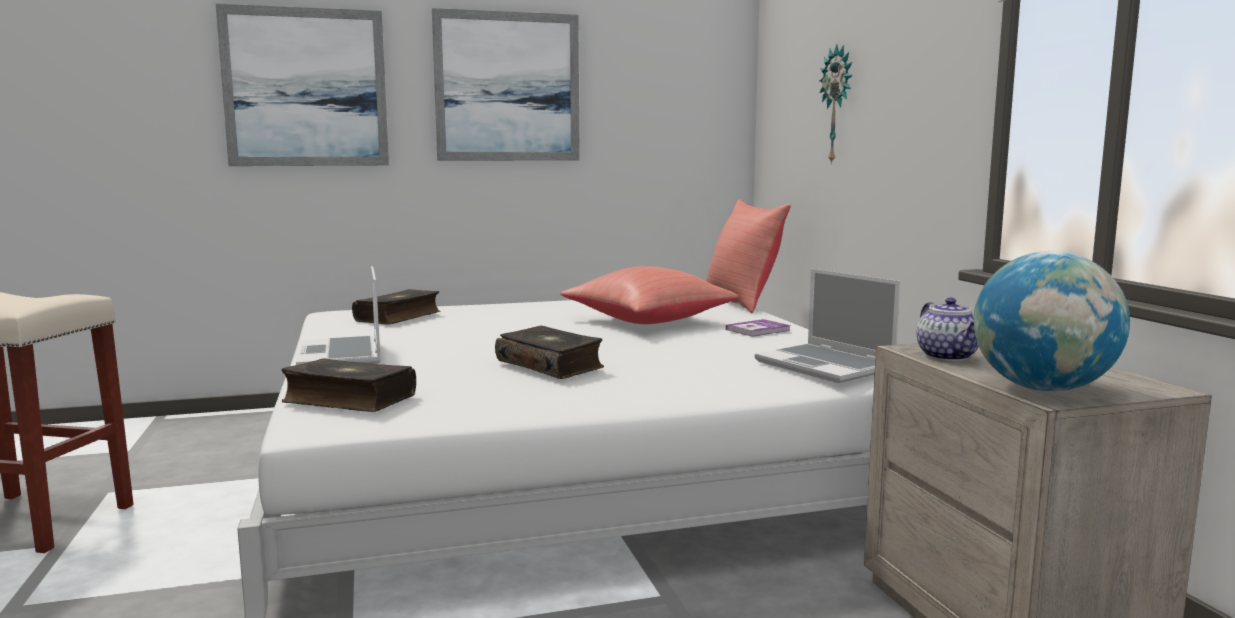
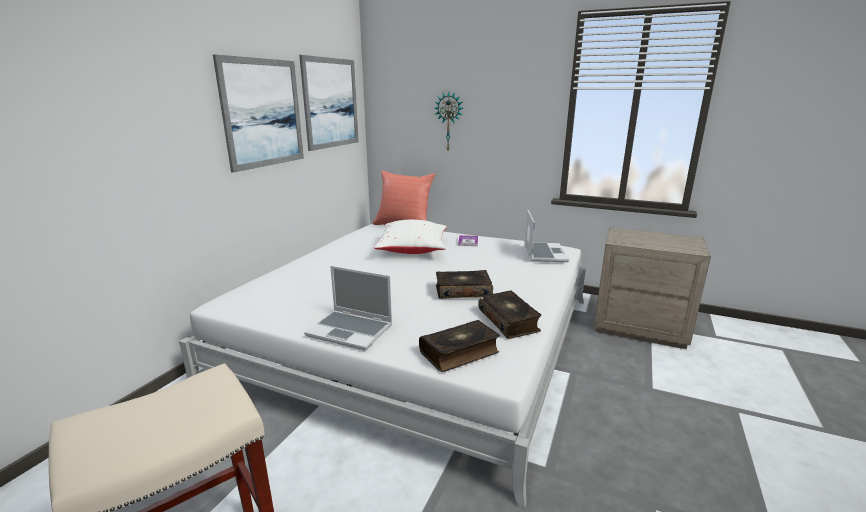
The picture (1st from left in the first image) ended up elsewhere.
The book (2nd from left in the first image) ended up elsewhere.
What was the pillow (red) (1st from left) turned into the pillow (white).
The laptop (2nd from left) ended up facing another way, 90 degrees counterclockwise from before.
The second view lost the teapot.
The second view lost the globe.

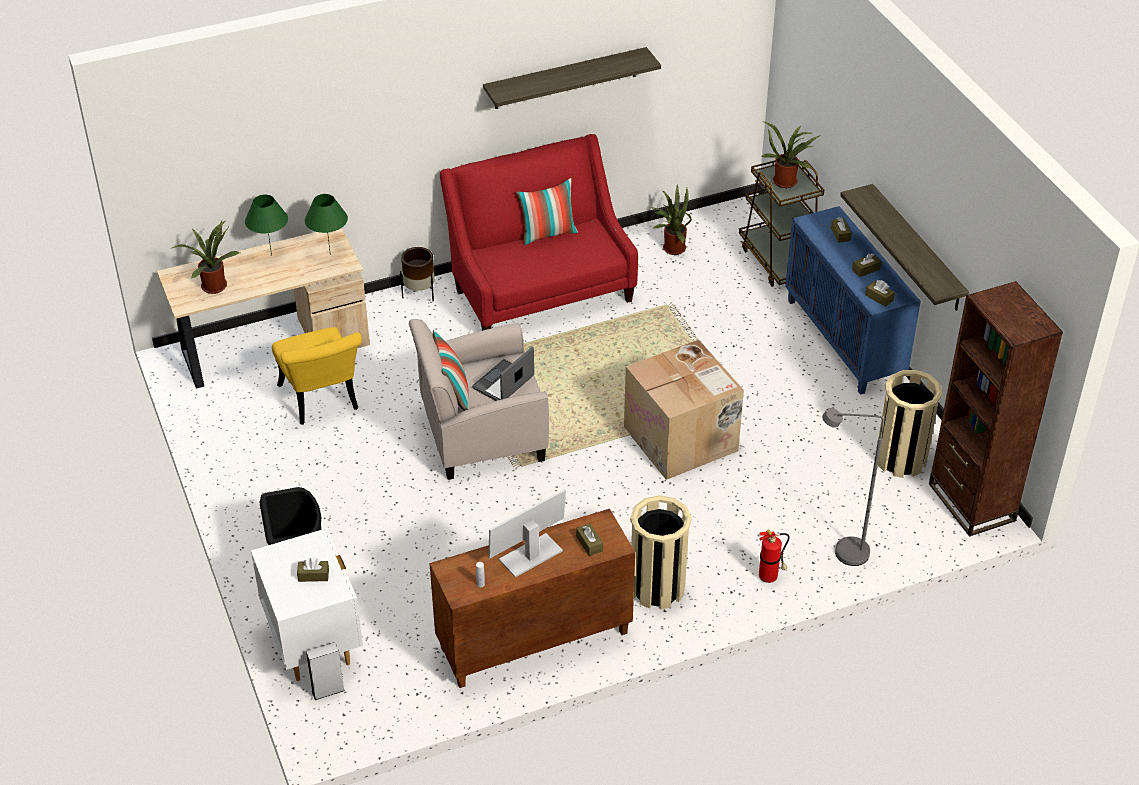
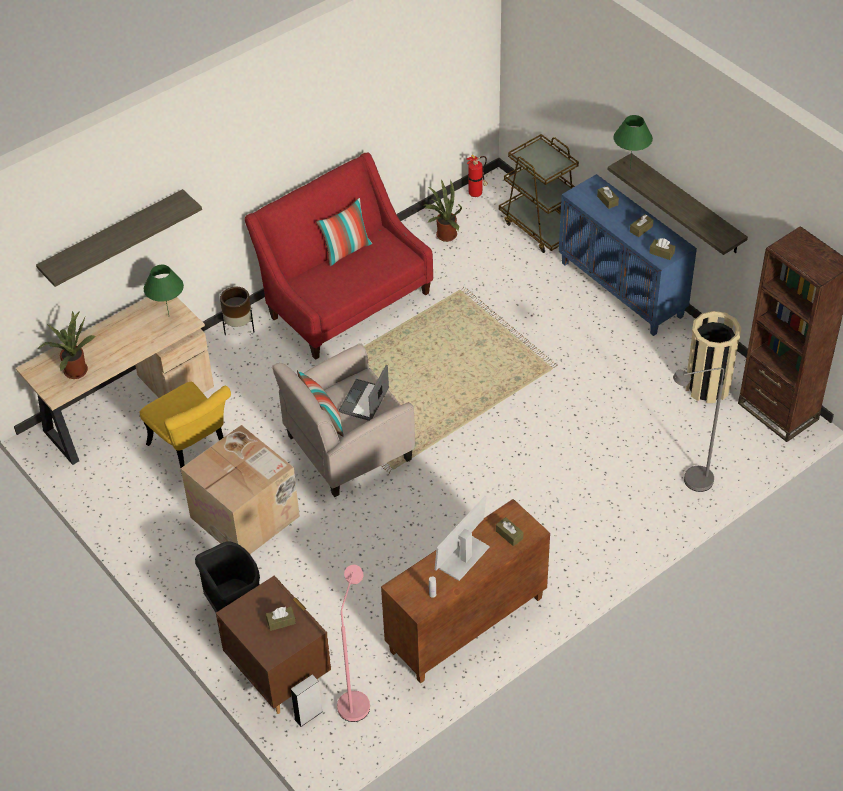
The table lamp (green) (1st from left in the first image) ended up elsewhere.
What was the nightstand (white) turned into the nightstand (brown).
The shelf (1st from left) ended up elsewhere.
The cardboard box ended up elsewhere.
The second view lost the trash can (beige) (1st from left).
The fire extinguisher ended up elsewhere.
The second view lost the potted plant (3rd from left).
The second view gained the floor lamp (pink).

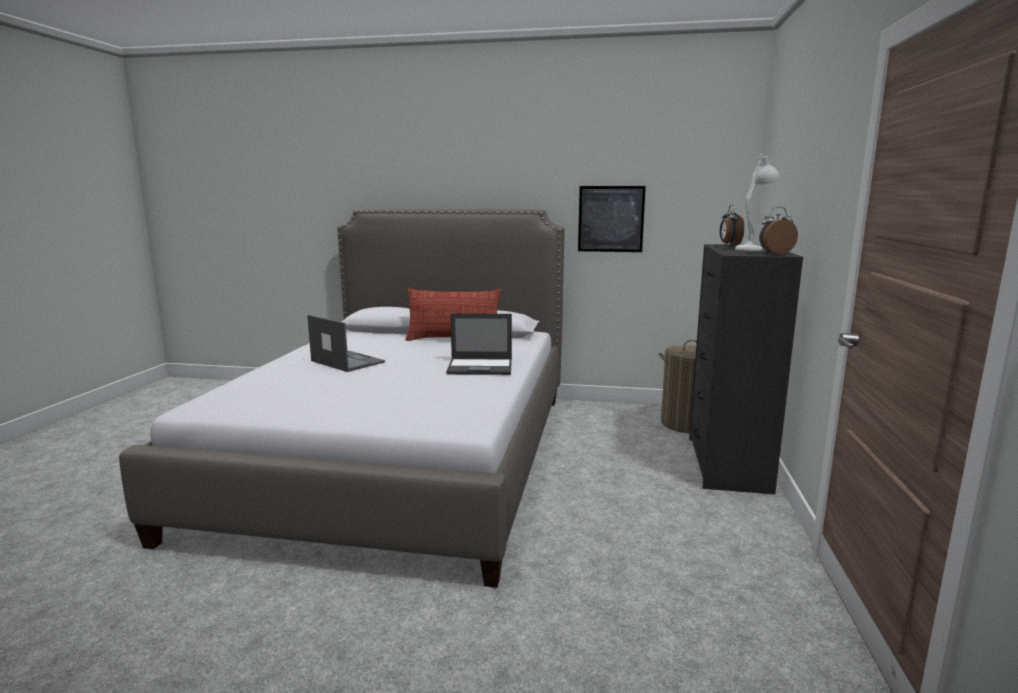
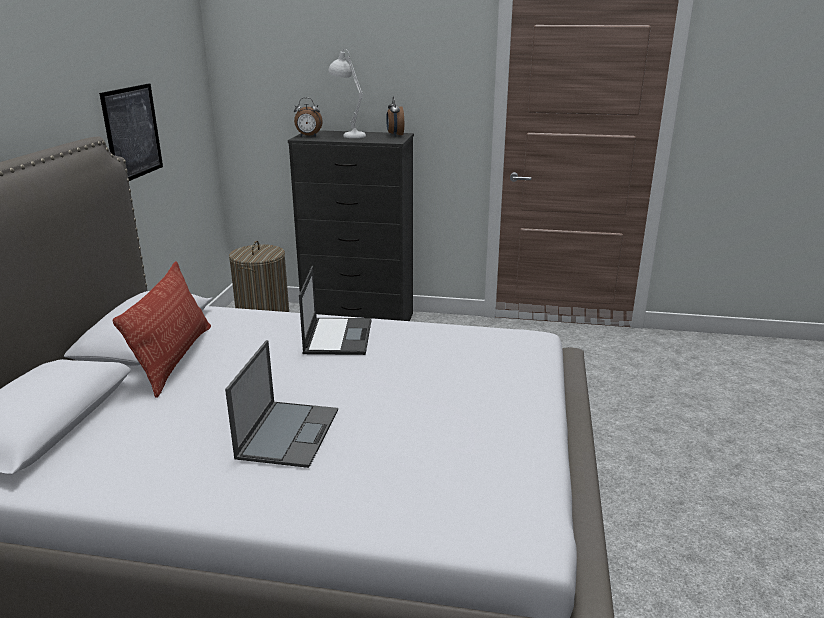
The laptop (1st from left) ended up facing another way, 150 degrees clockwise from before.

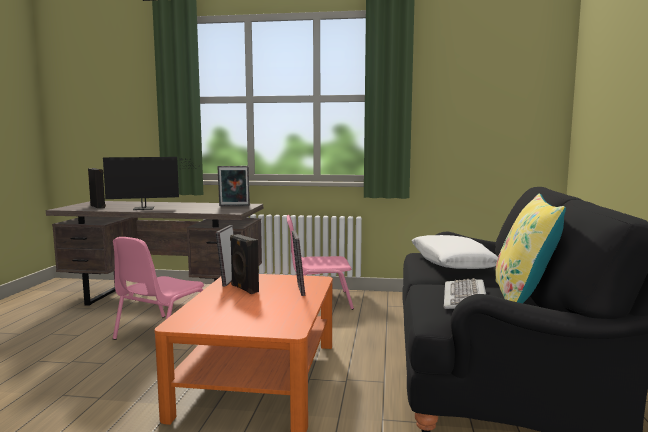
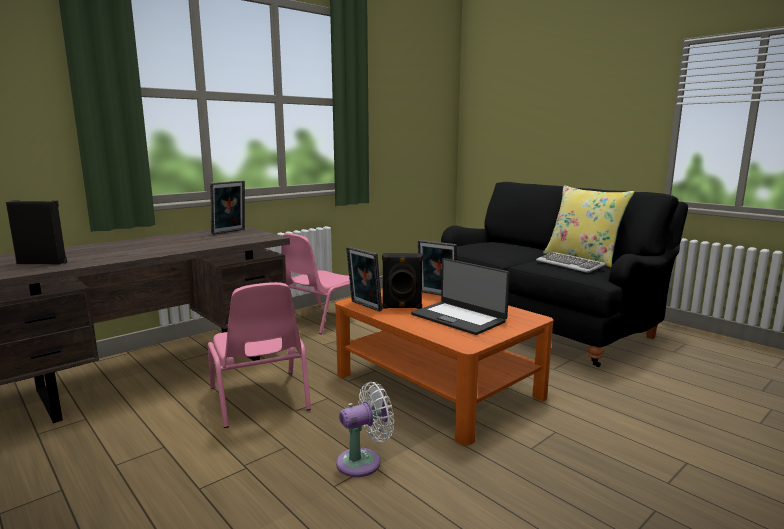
The second view lost the monitor.
The second view lost the pillow (white).
The second view gained the fan (white).
The second view gained the laptop.

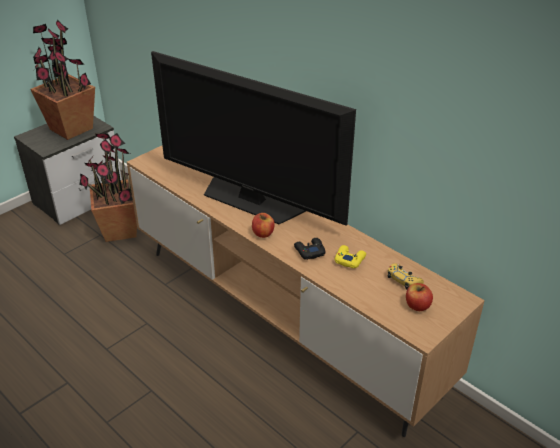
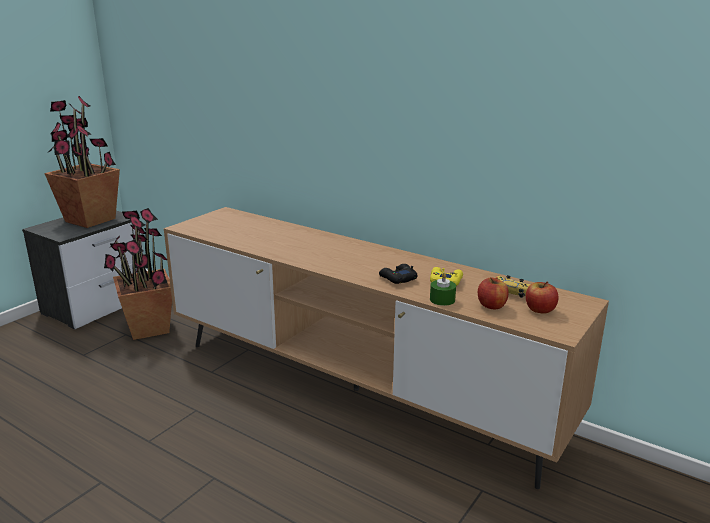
The second view lost the television.
The apple (1st from left) ended up elsewhere.
The second view gained the candle (green).

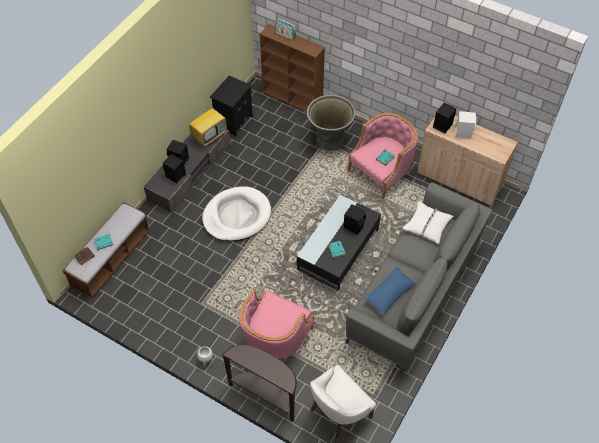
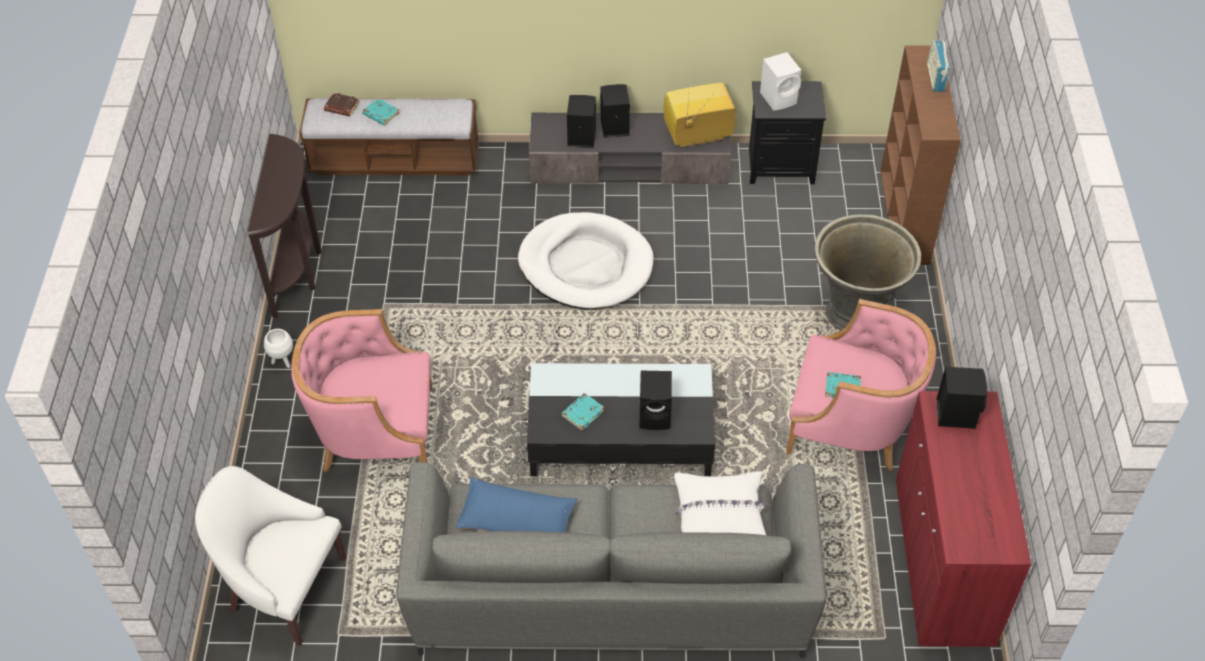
The television ended up facing another way, 150 degrees clockwise from before.
The console table (brown) ended up elsewhere.
What was the cabinet (beige) turned into the cabinet (red).
The speaker (white) ended up elsewhere.

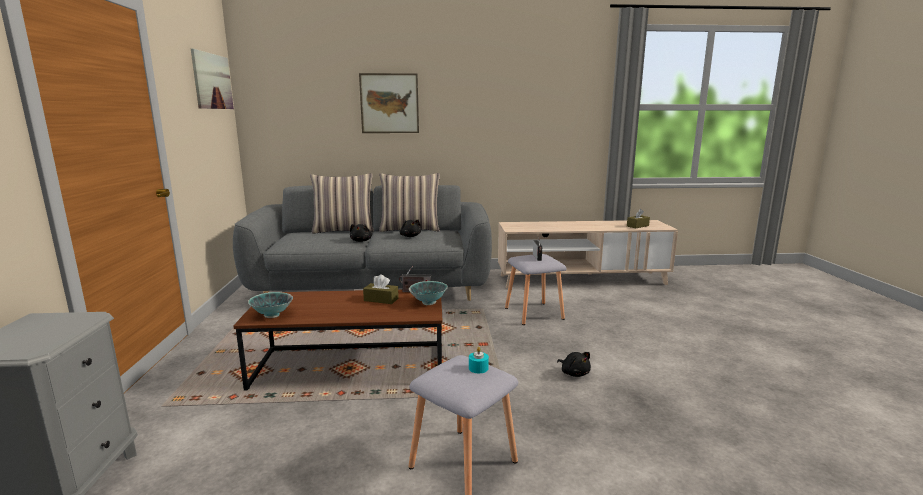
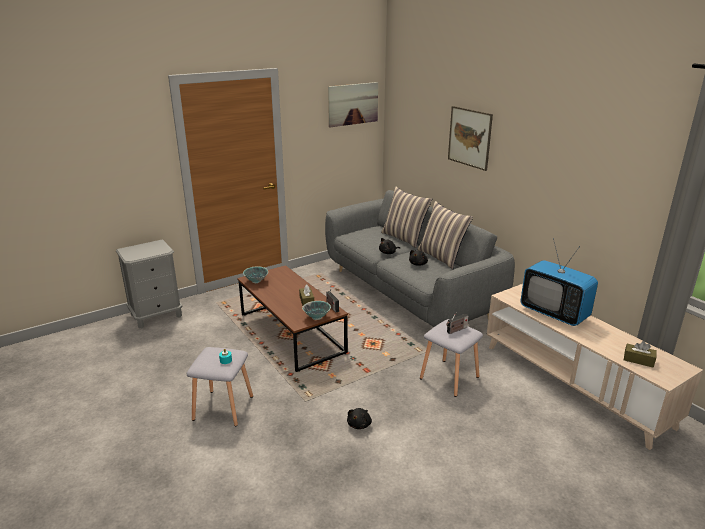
The second view gained the television.

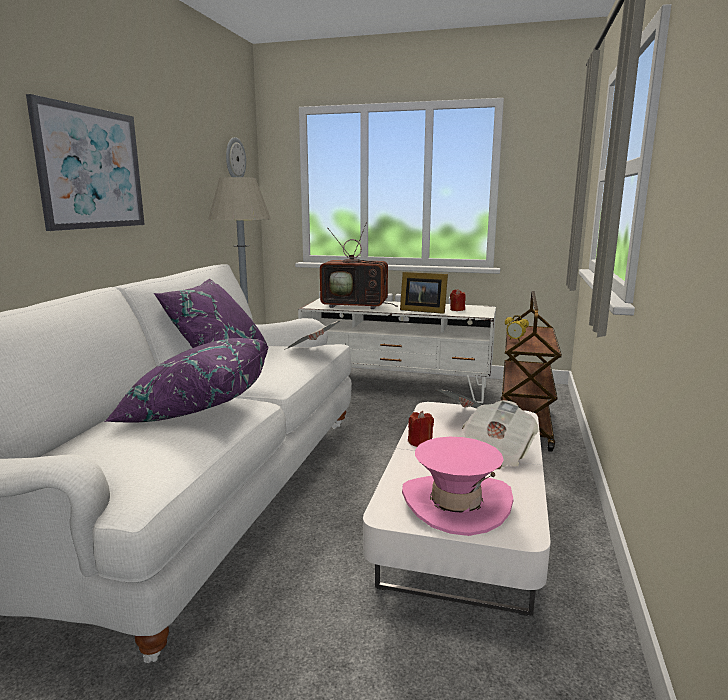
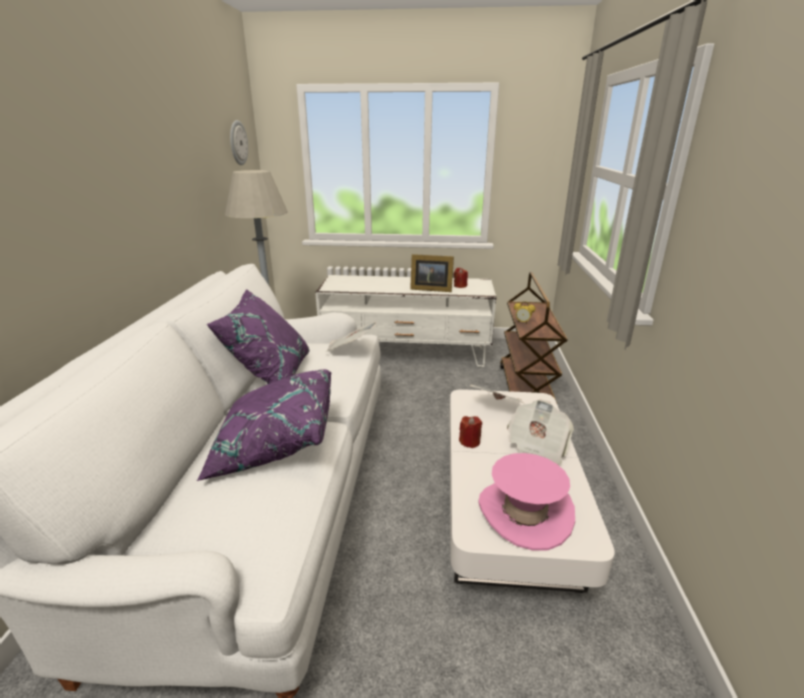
The second view lost the picture.
The second view lost the television.

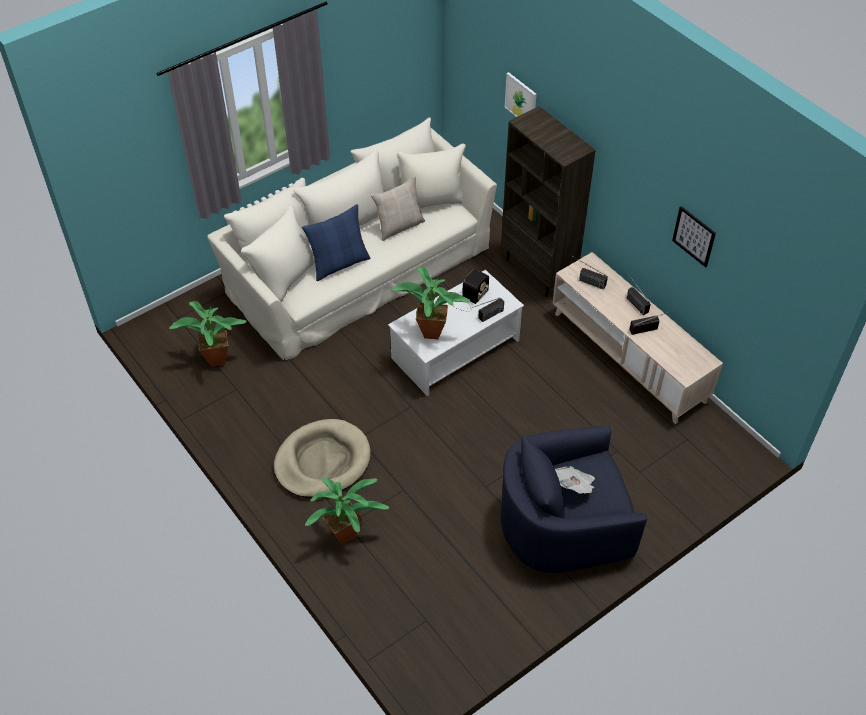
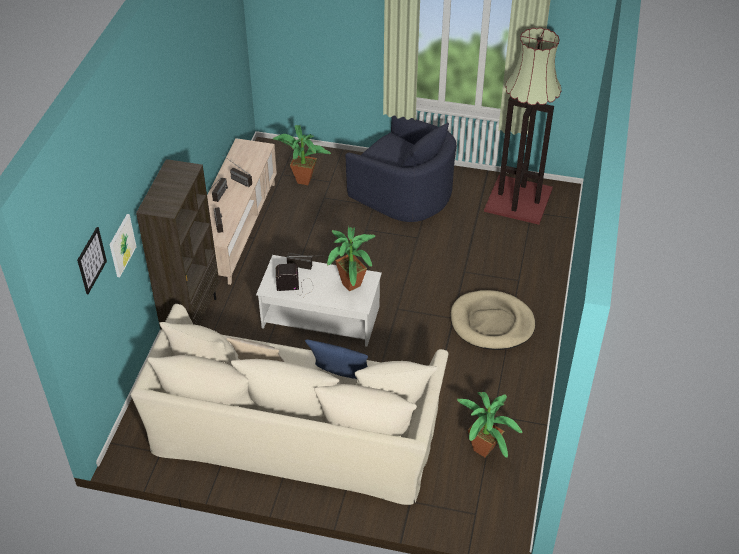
The potted plant (2nd from left in the first image) ended up elsewhere.
The second view lost the newspaper.
The picture (2nd from left in the first image) ended up elsewhere.
The second view gained the floor lamp.

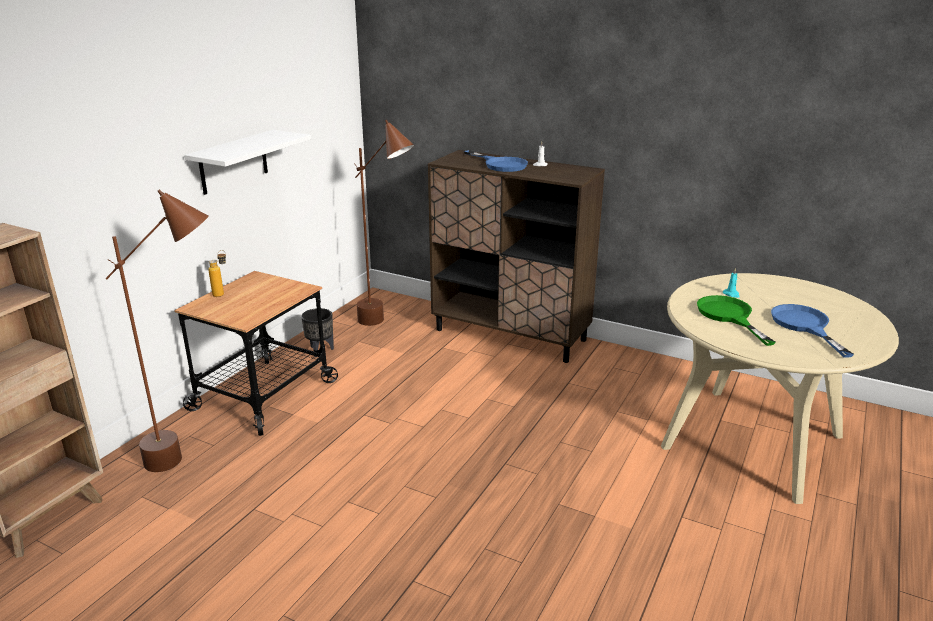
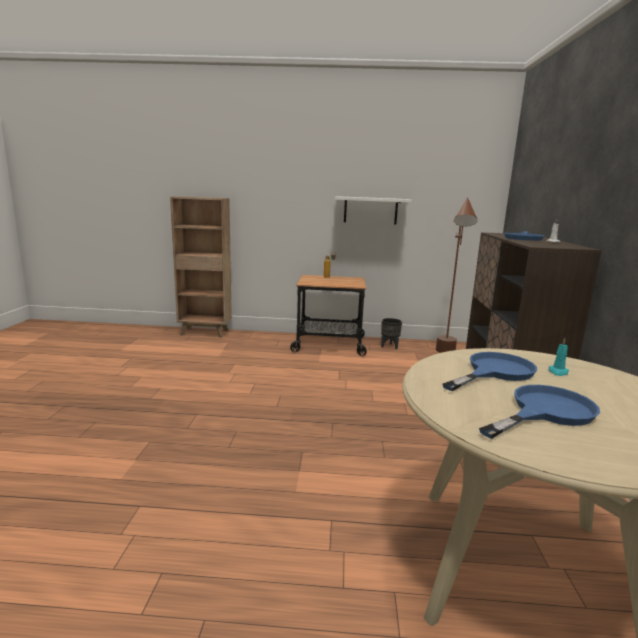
The second view lost the floor lamp (brown) (1st from left).
What was the frying pan (green) turned into the frying pan (blue) (1st from left).

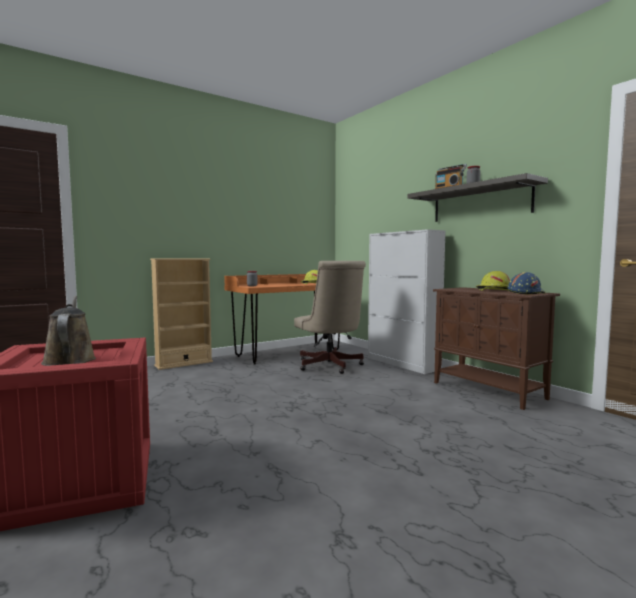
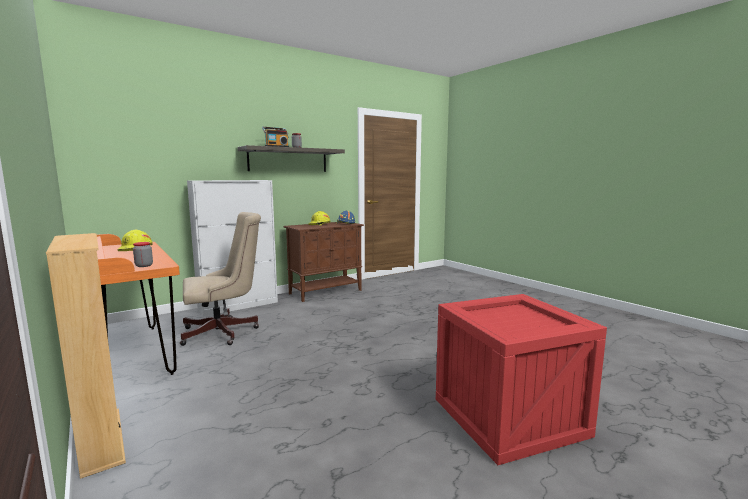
The second view lost the watering can (brown).

